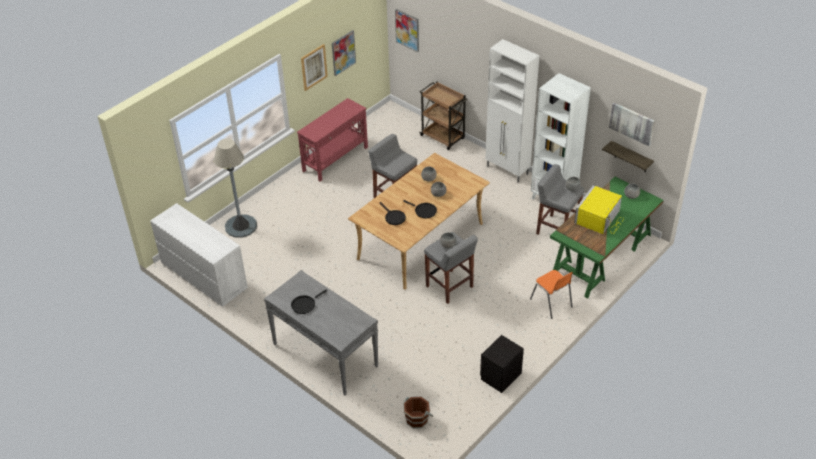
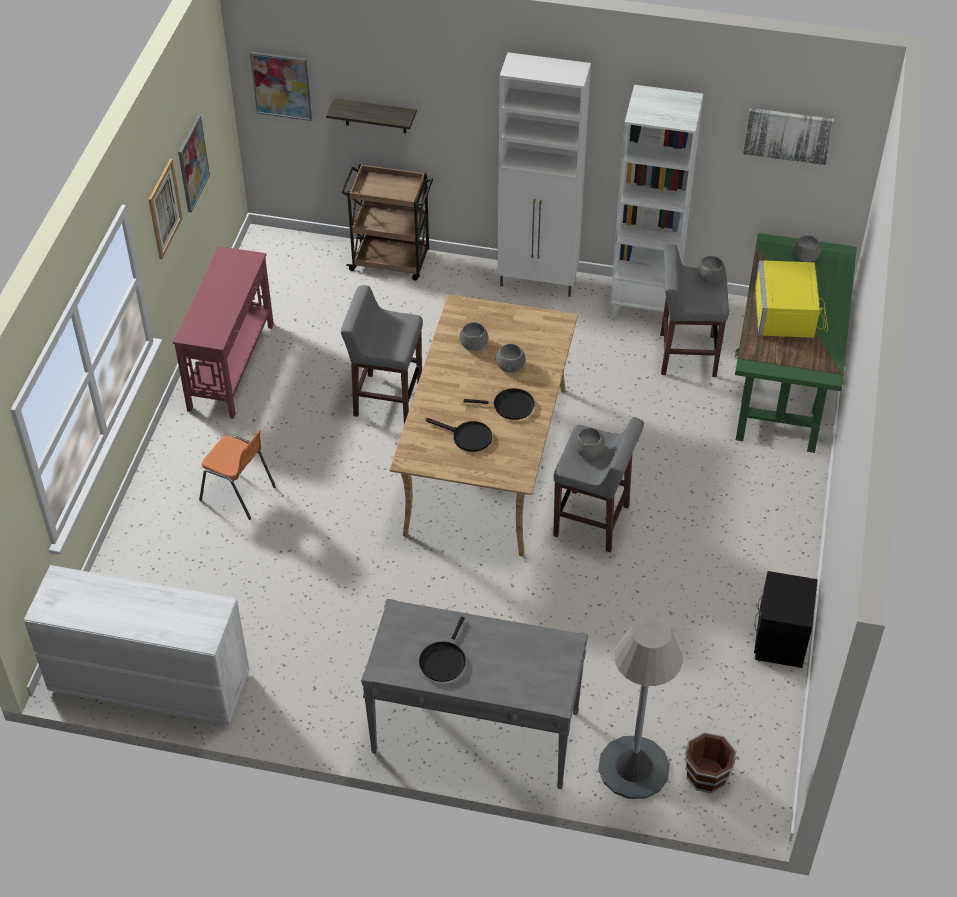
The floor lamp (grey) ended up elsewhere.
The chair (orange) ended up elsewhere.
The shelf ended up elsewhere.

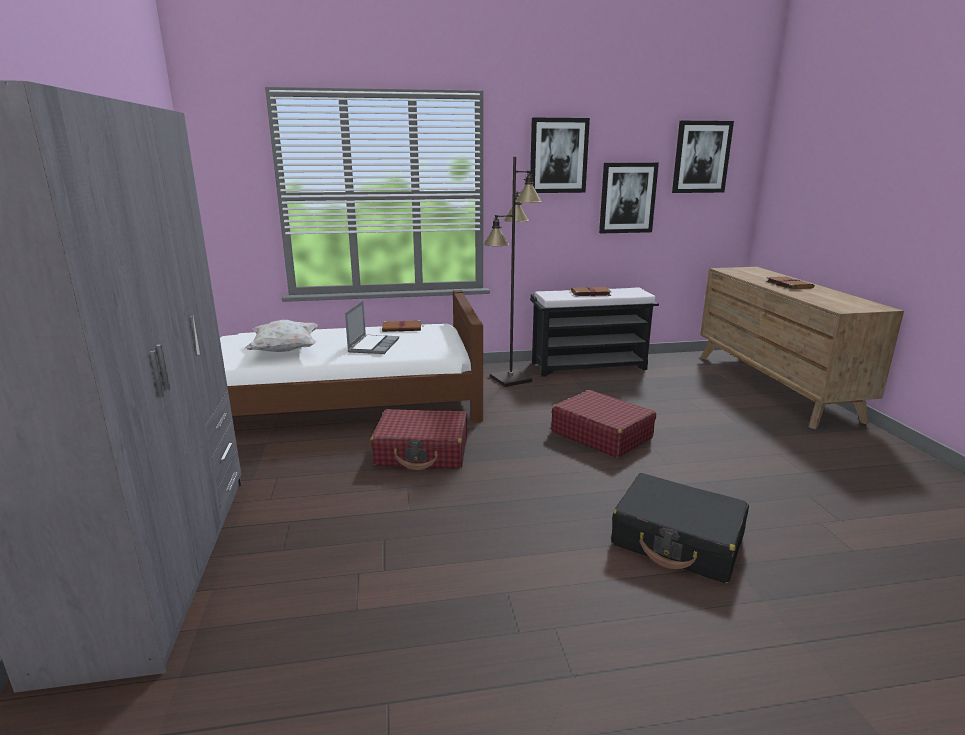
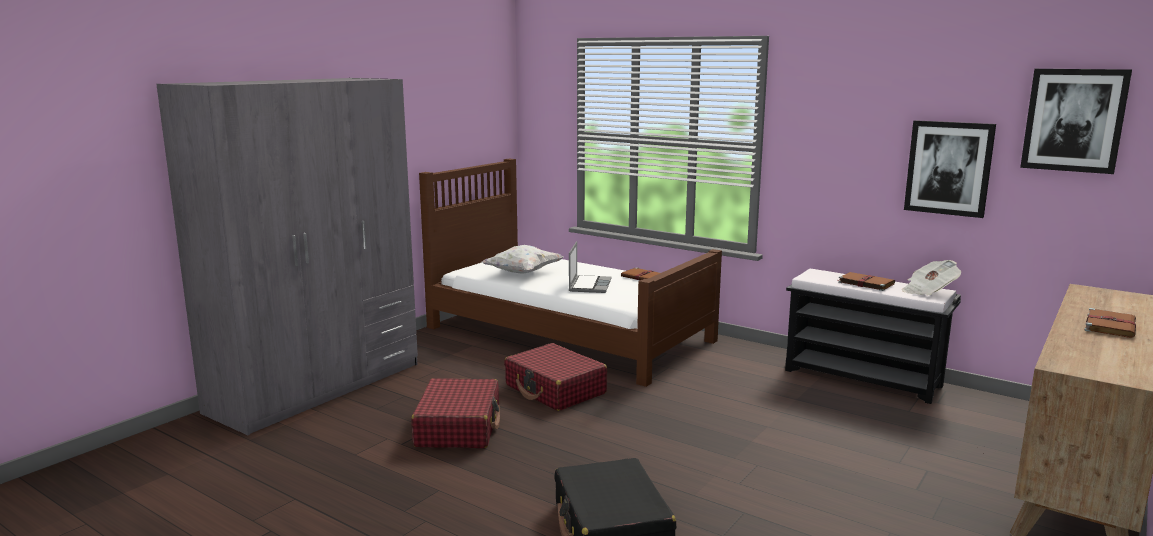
The laptop ended up facing another way, 45 degrees counterclockwise from before.
The second view lost the floor lamp (black).
The second view lost the picture (1st from left).
The suitcase (red) (2nd from left in the first image) ended up elsewhere.
The second view gained the newspaper.

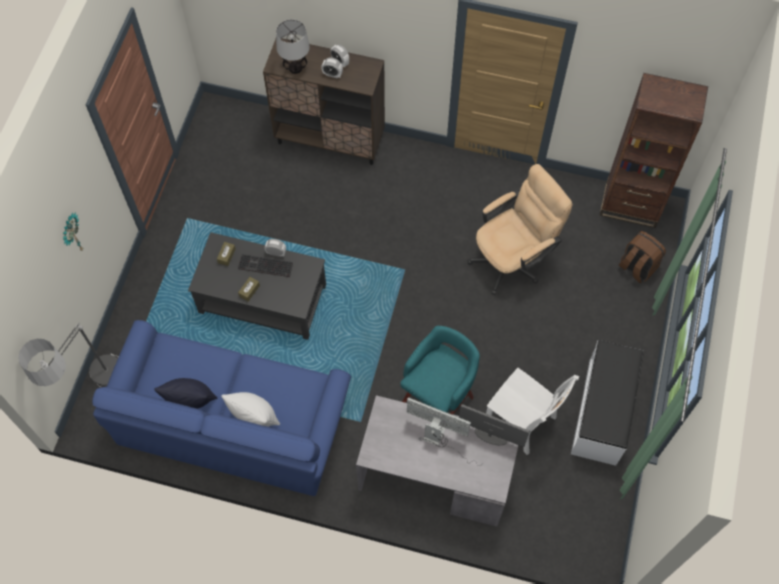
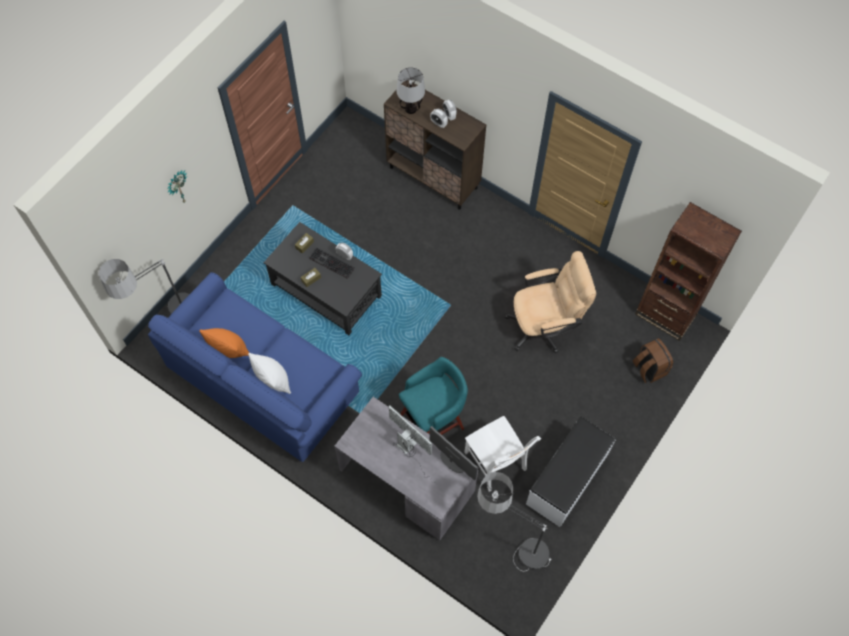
What was the pillow (black) turned into the pillow (orange).
The second view gained the floor lamp (2nd from left).

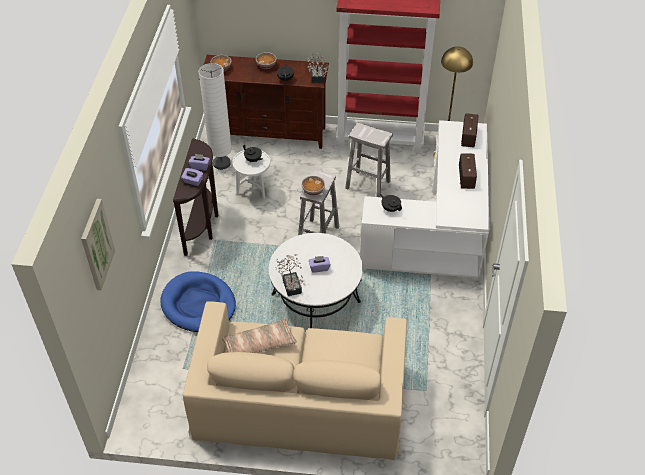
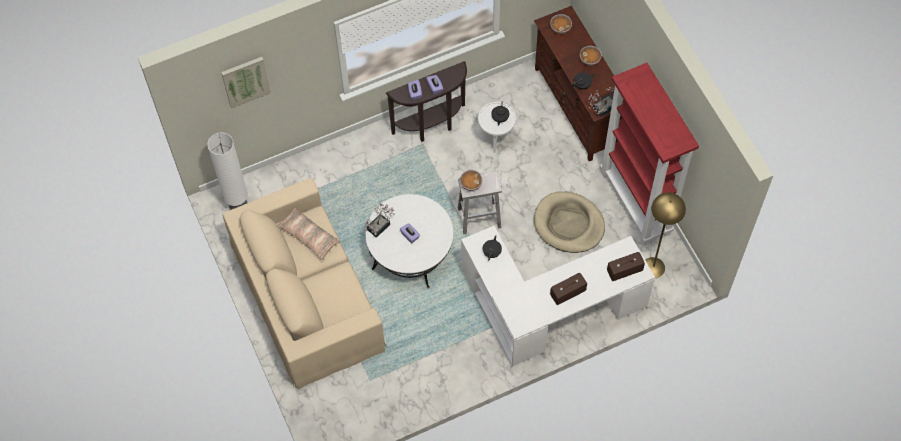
The second view lost the dog bed (blue).
The floor lamp (white) ended up elsewhere.
Where the stool (white) (2nd from left) stood, the dog bed (beige) came to stand.

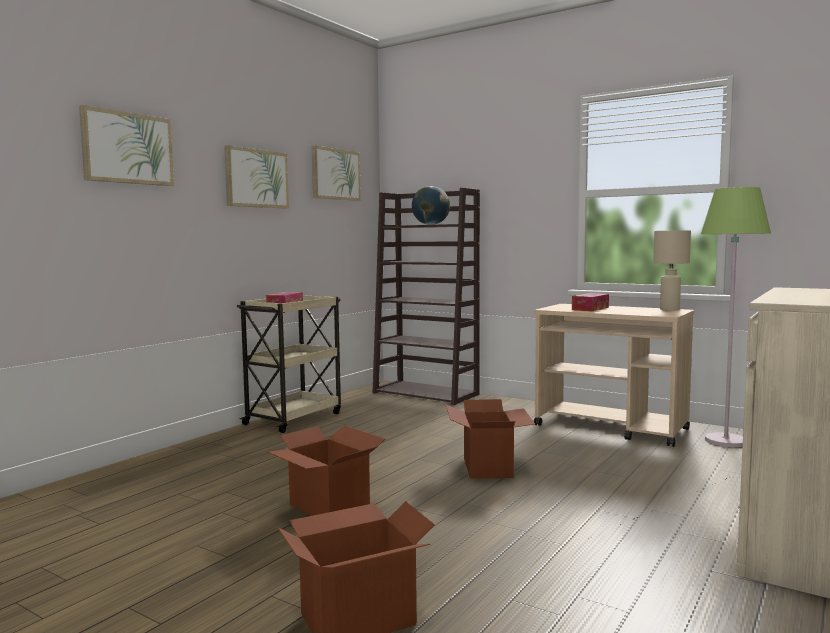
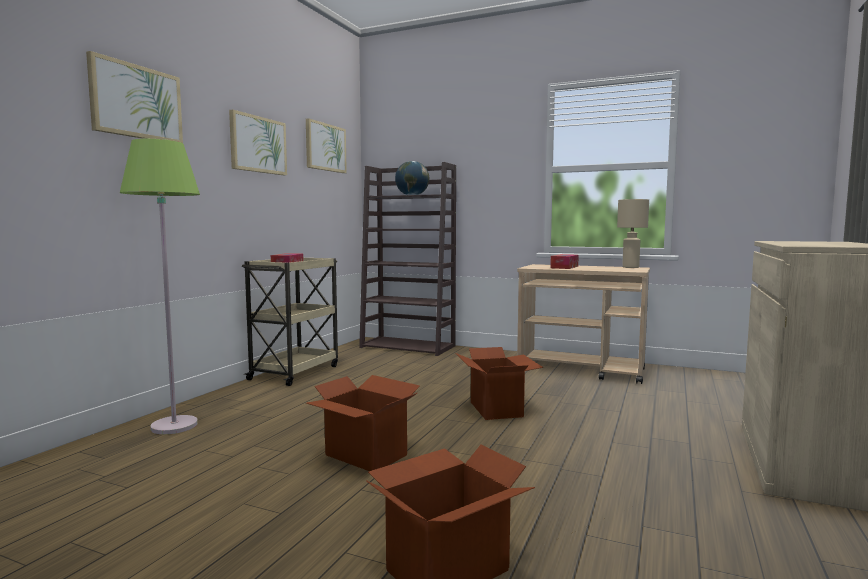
The floor lamp (green) ended up elsewhere.

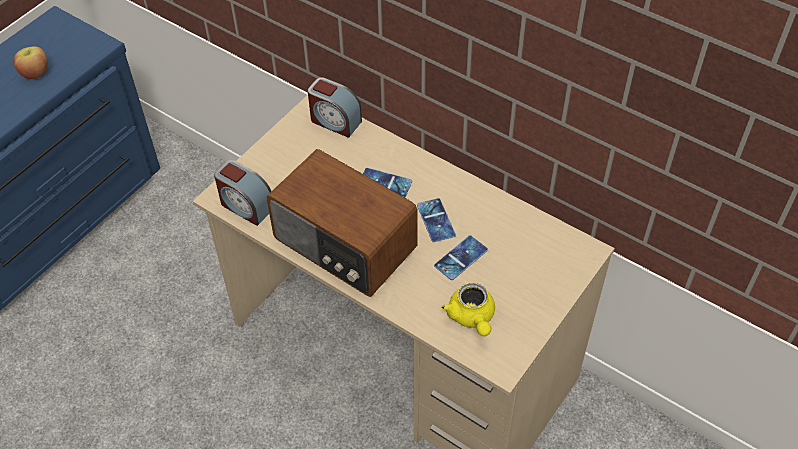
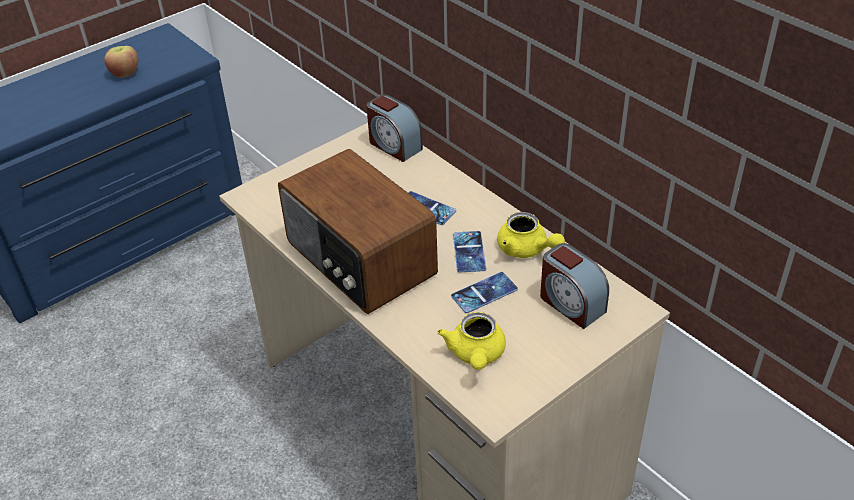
The alarm clock (1st from left in the first image) ended up elsewhere.
The second view gained the teapot (yellow) (2nd from left).

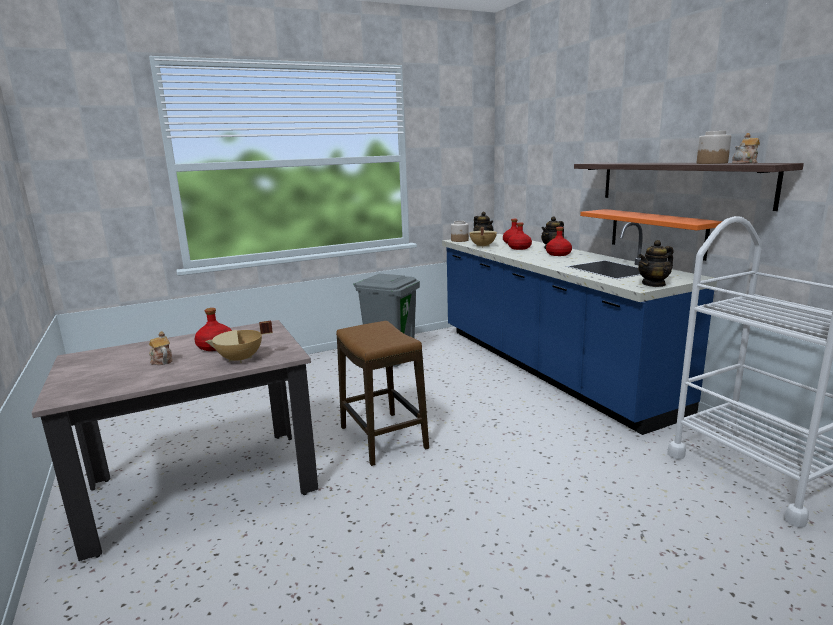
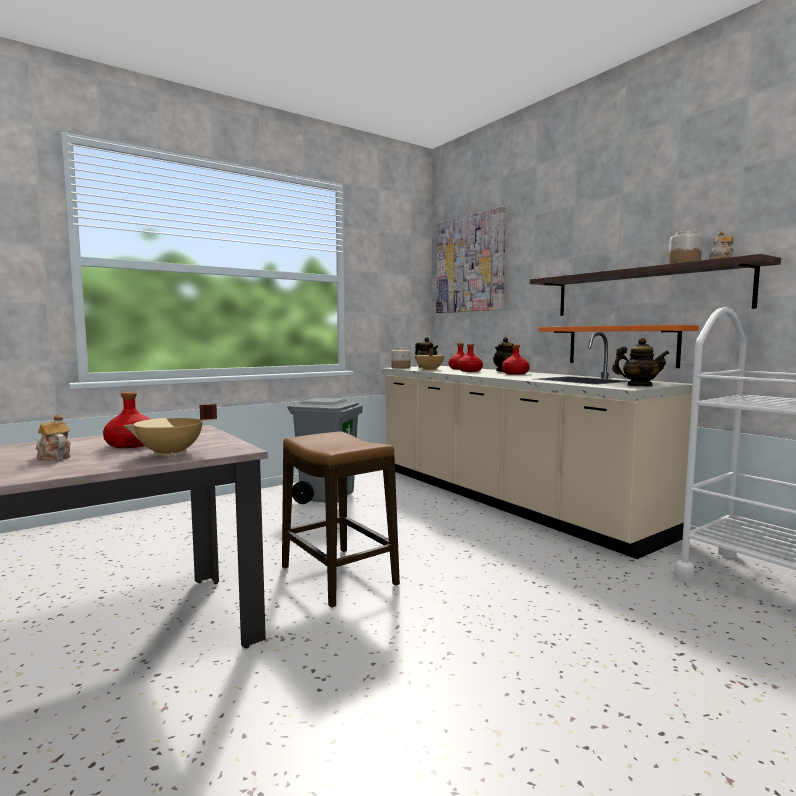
What was the counter (blue) turned into the counter (beige).
The teapot (4th from left) ended up facing another way, 135 degrees counterclockwise from before.
The second view gained the picture.

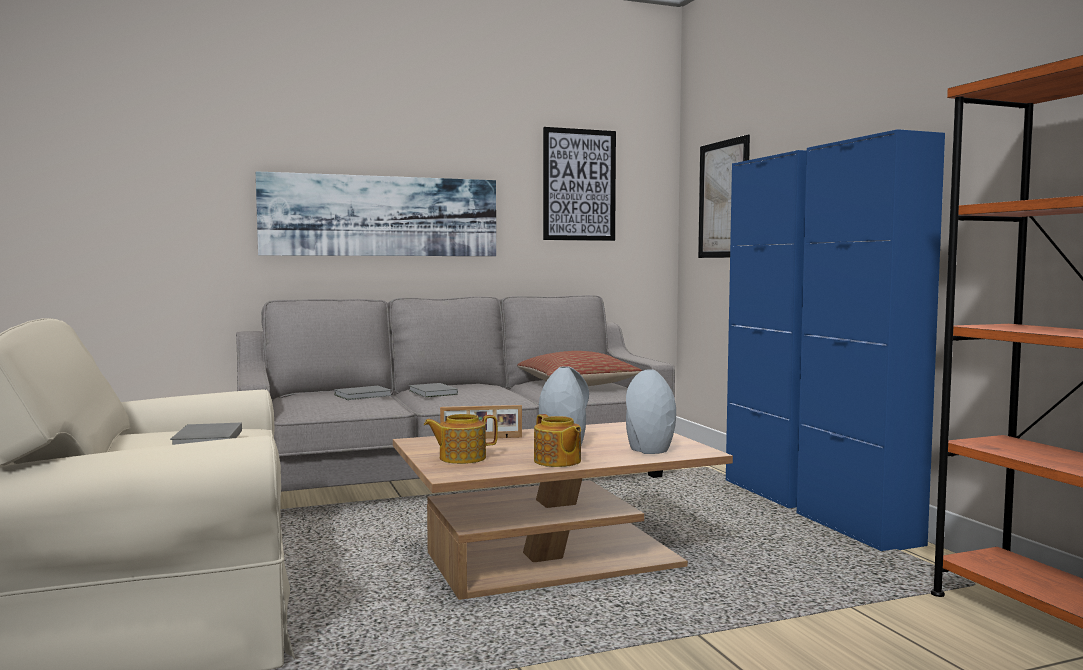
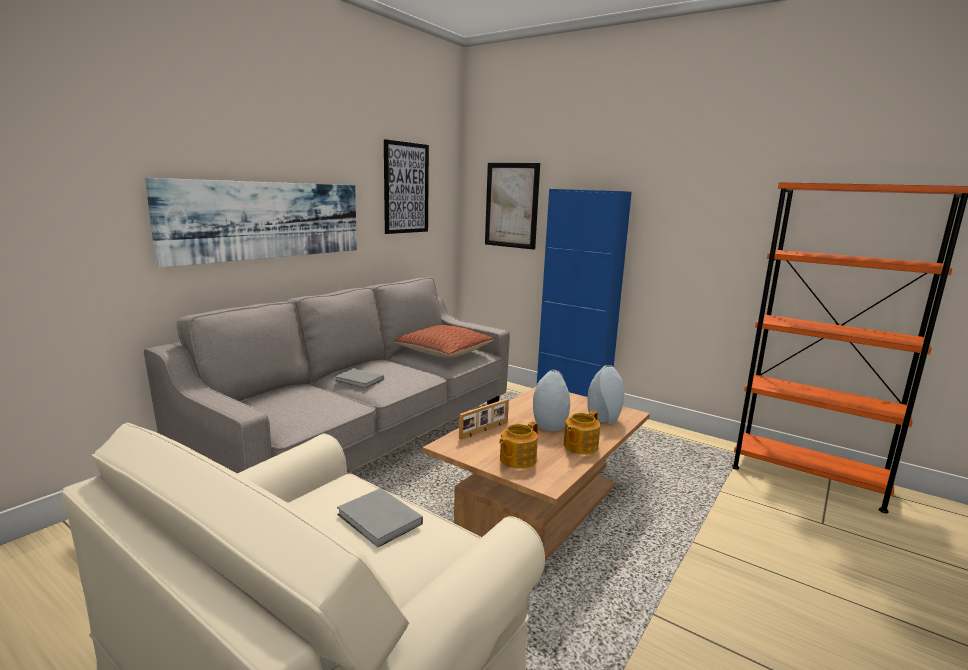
The second view lost the book (grey) (2nd from left).
The teapot (2nd from left) ended up facing another way, 105 degrees clockwise from before.
The second view lost the cabinet (blue) (2nd from left).

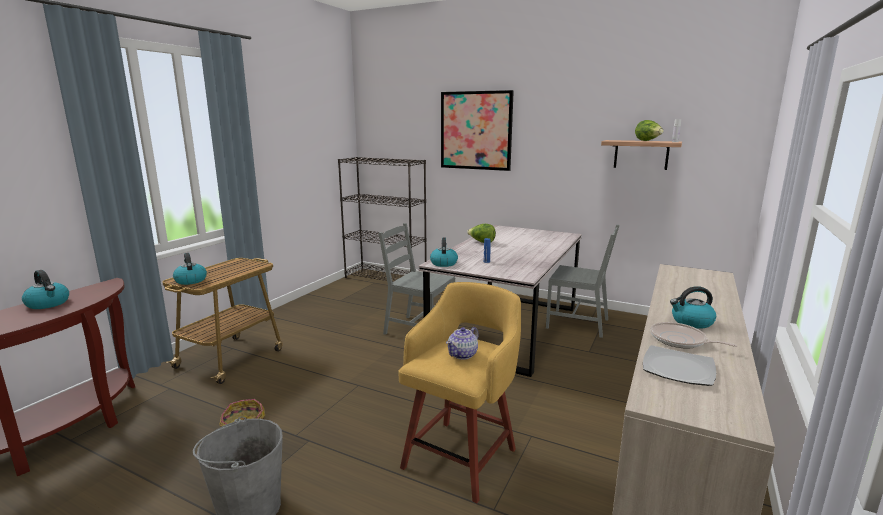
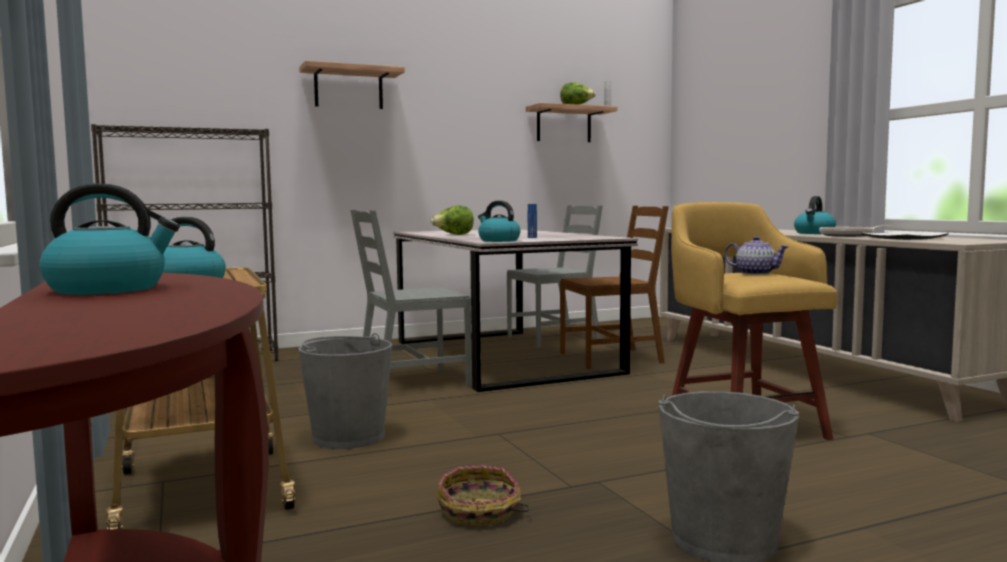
Where the picture hung, the shelf (1st from left) came to hang.
The teapot ended up facing another way, 45 degrees counterclockwise from before.
The second view gained the bucket (grey) (1st from left).
The second view gained the chair (brown).

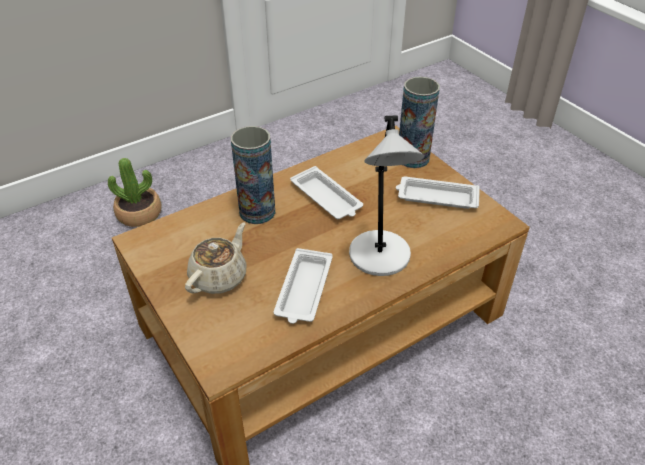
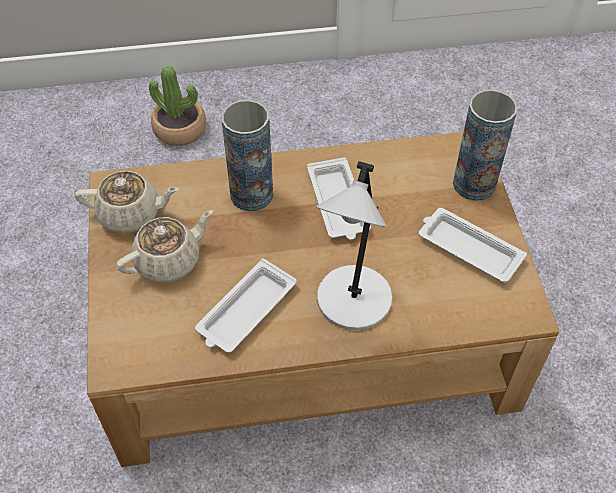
The second view gained the teapot (beige) (1st from left).

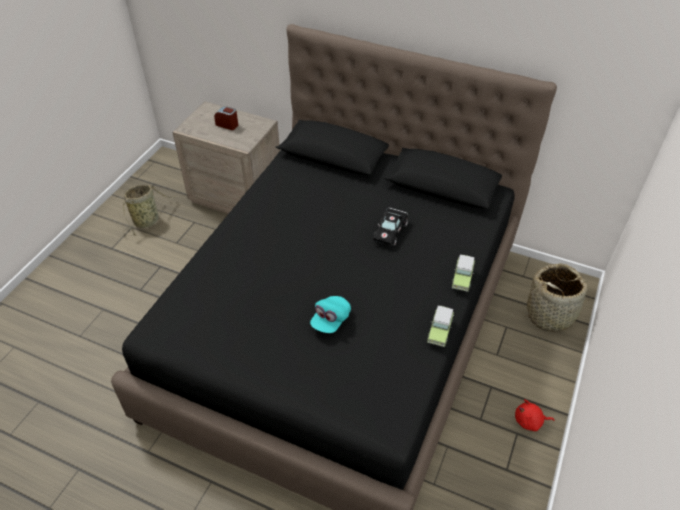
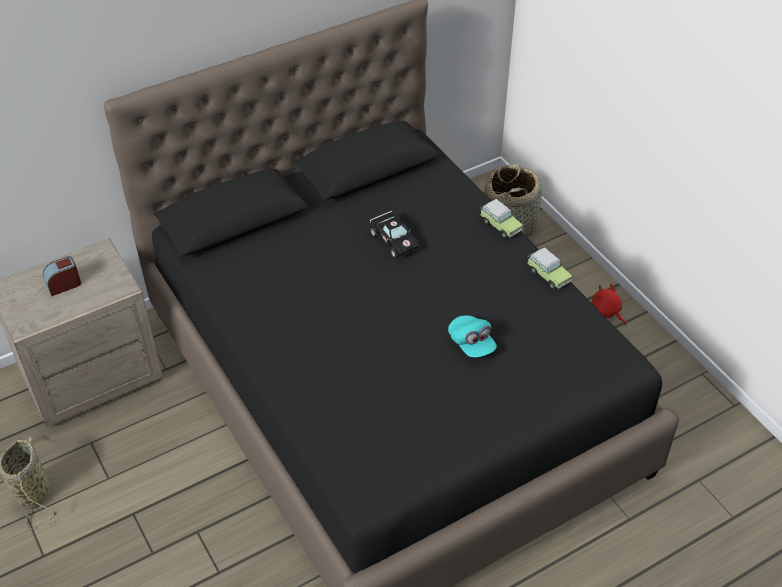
The plush toy (red) ended up facing another way, 105 degrees clockwise from before.

